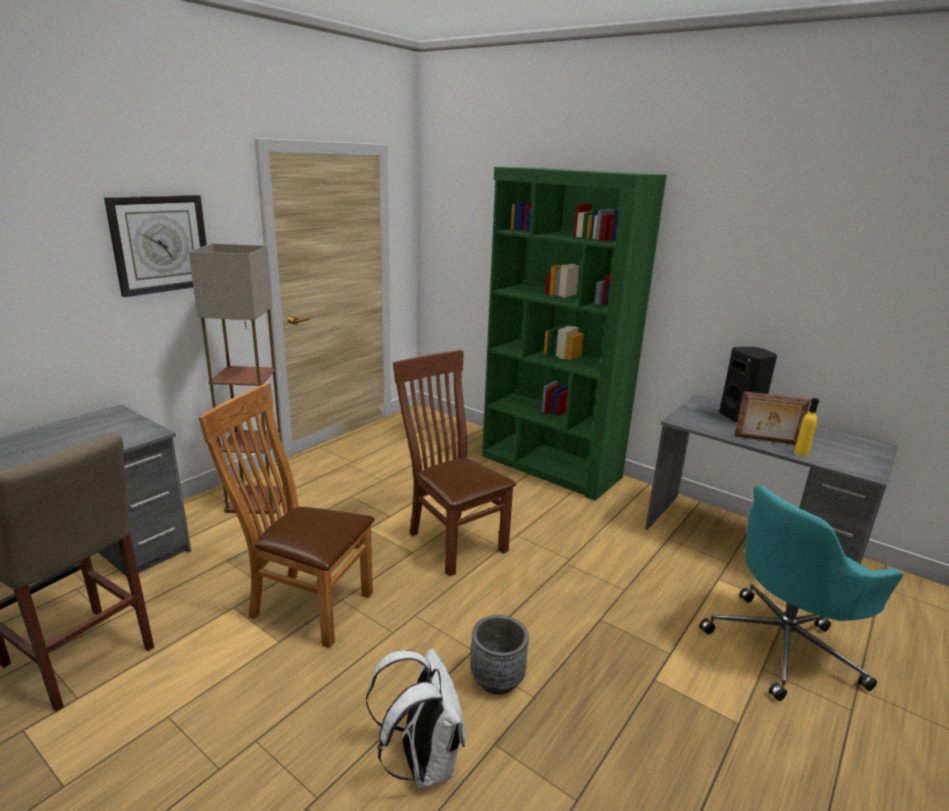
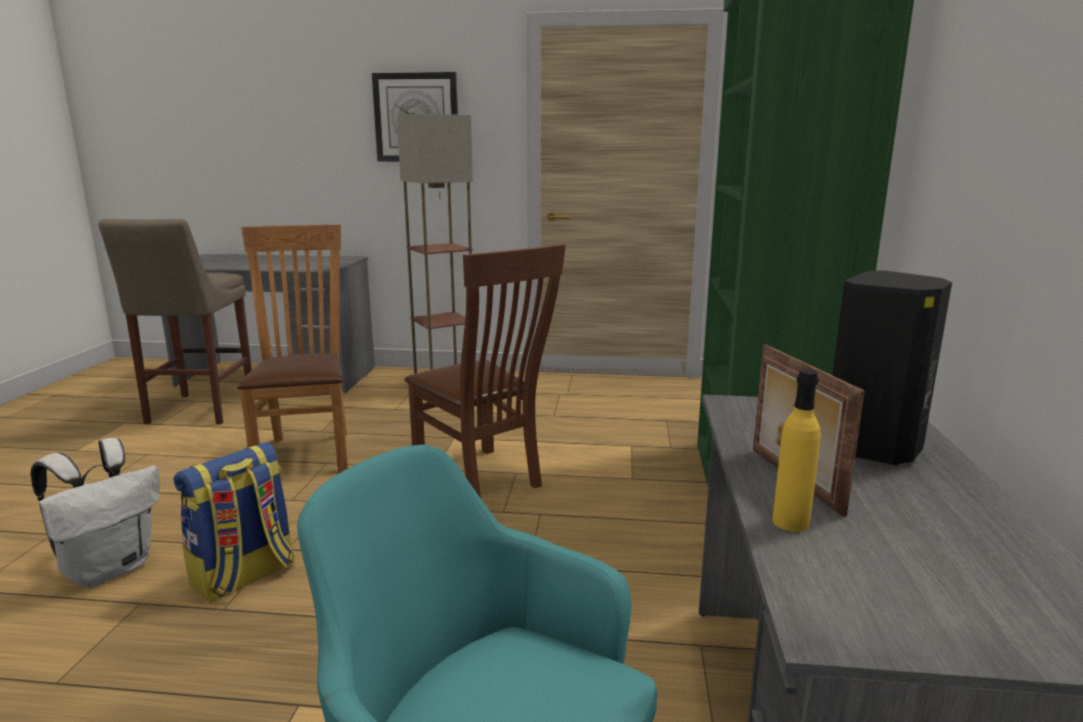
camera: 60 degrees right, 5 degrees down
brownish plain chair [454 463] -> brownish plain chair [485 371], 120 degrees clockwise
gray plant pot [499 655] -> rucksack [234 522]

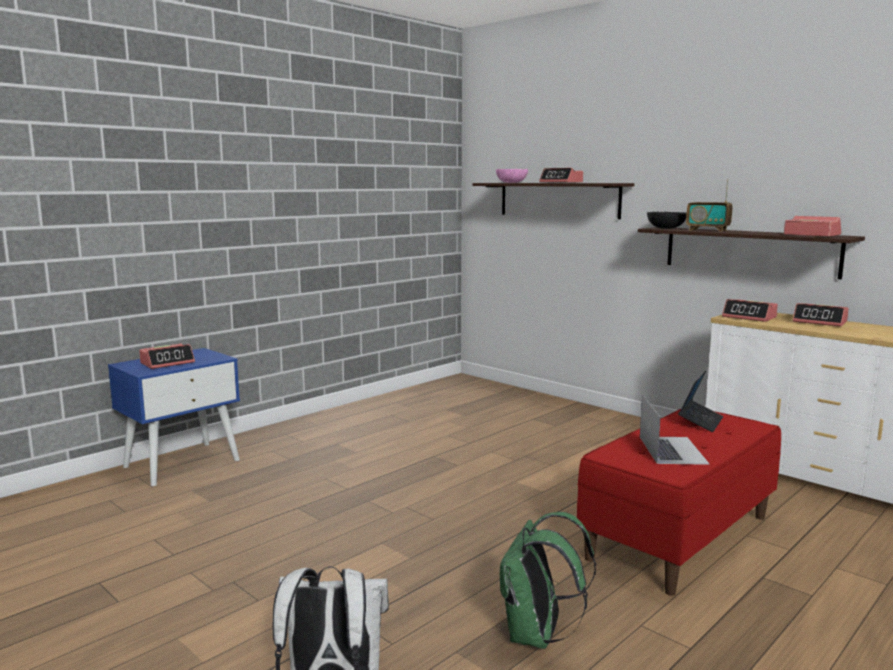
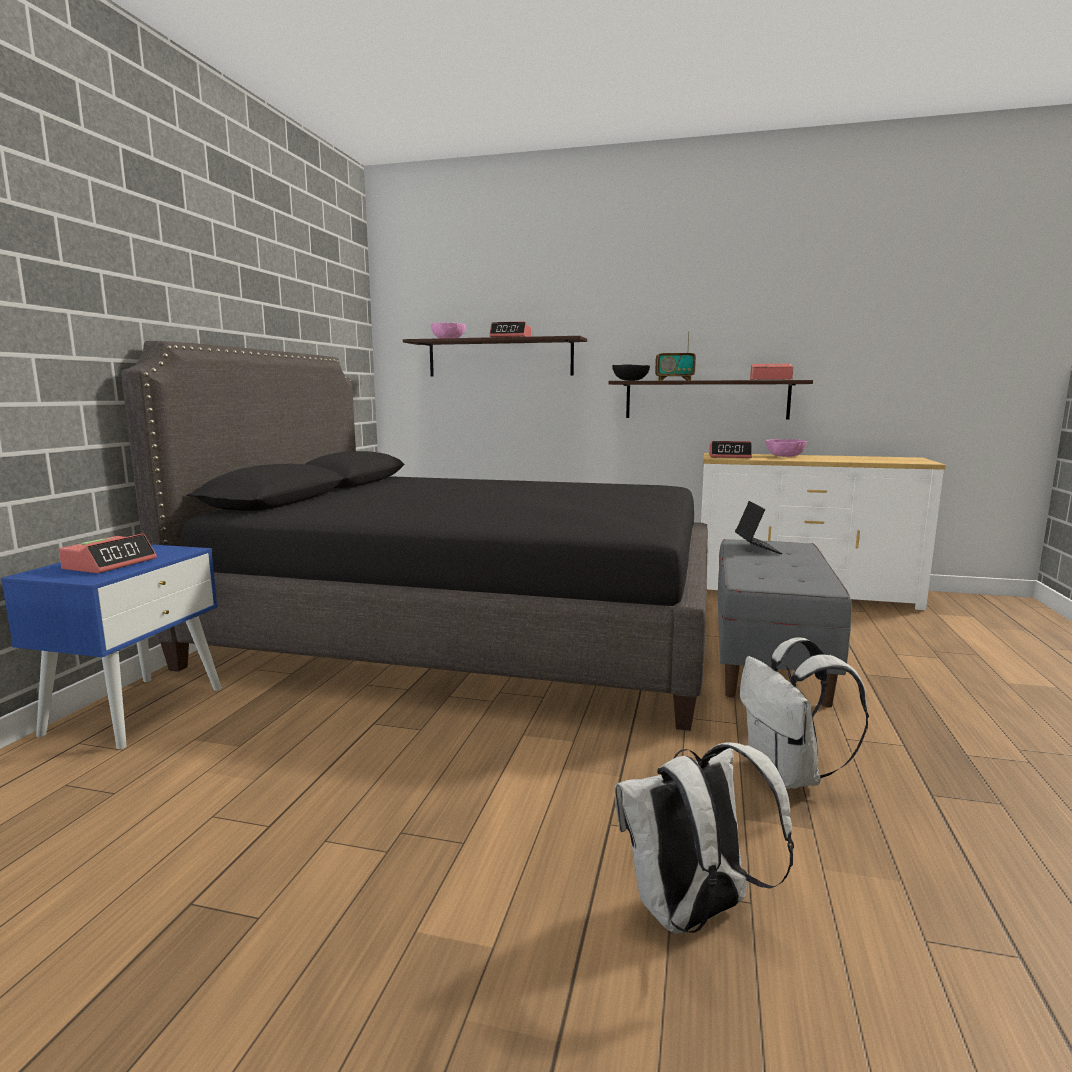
camera: 30 degrees left, 0 degrees up
green-coloured rucksack [548 580] -> white-coloured rucksack [804 713]
red indoor bench [679 502] -> gray indoor bench [785 623]
notebook computer [674 429] -> none
bedside clock [821 315] -> pinkish serving bowl [786 448]
none -> black-coloured bed [414 536]

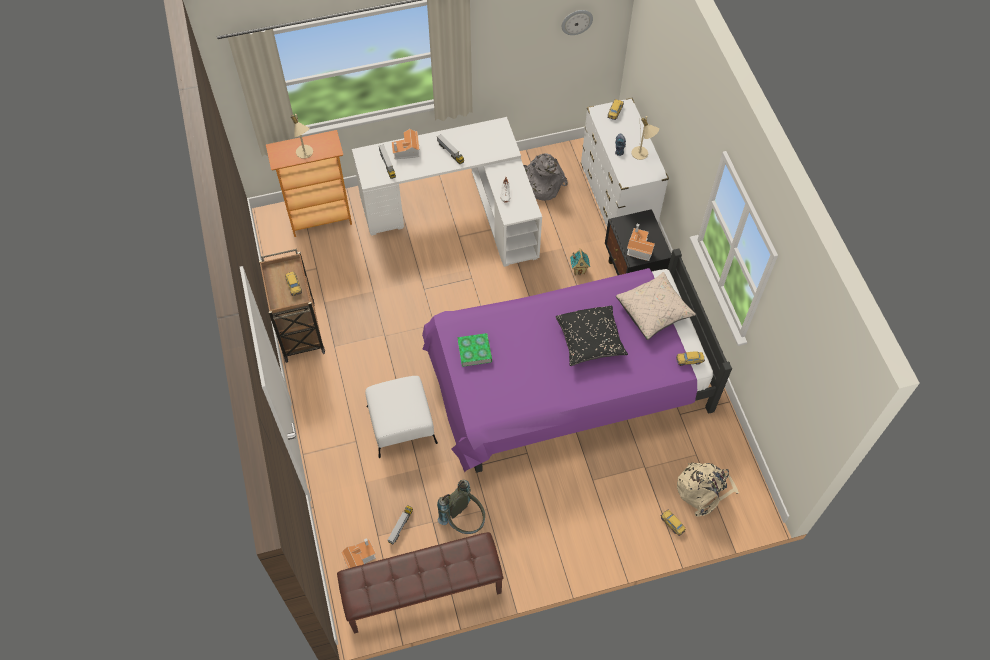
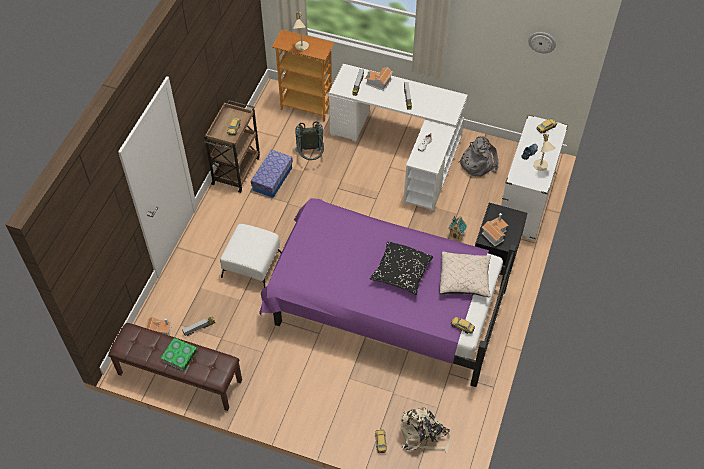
camera: 35 degrees right, 5 degrees down
gray rucksack [461 507] -> gray rucksack [309 140], shifted
bound book [475 350] -> bound book [179 354], shifted
none -> storage box [272 174]

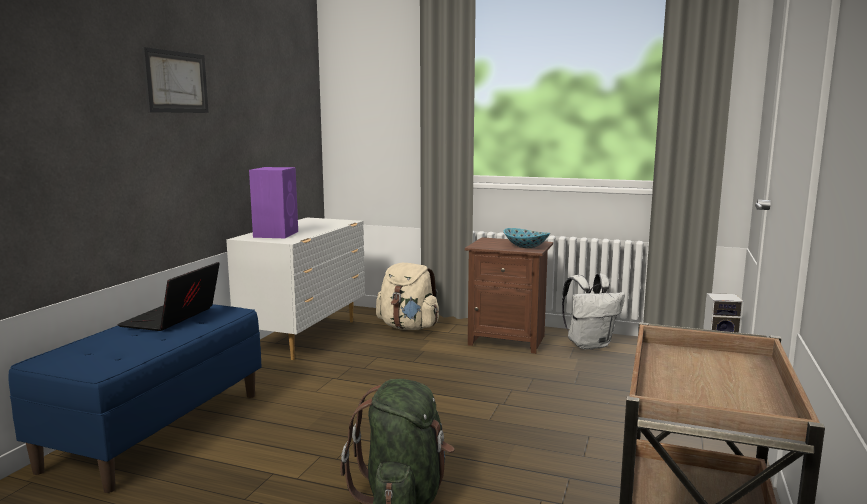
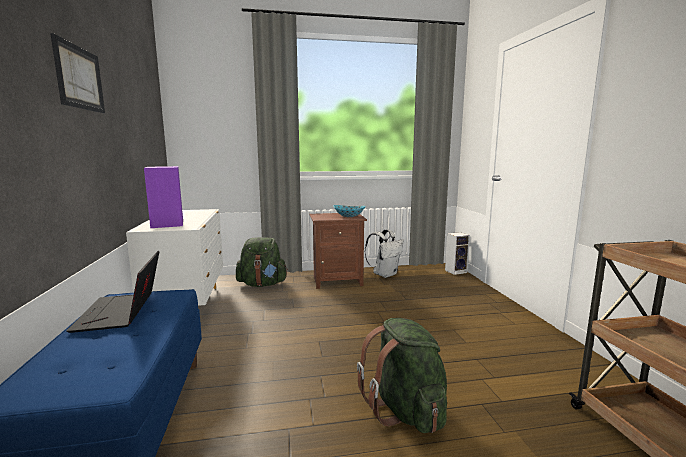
camera: 30 degrees left, 0 degrees up
beige rucksack [407 296] -> green-coloured rucksack [262 262]

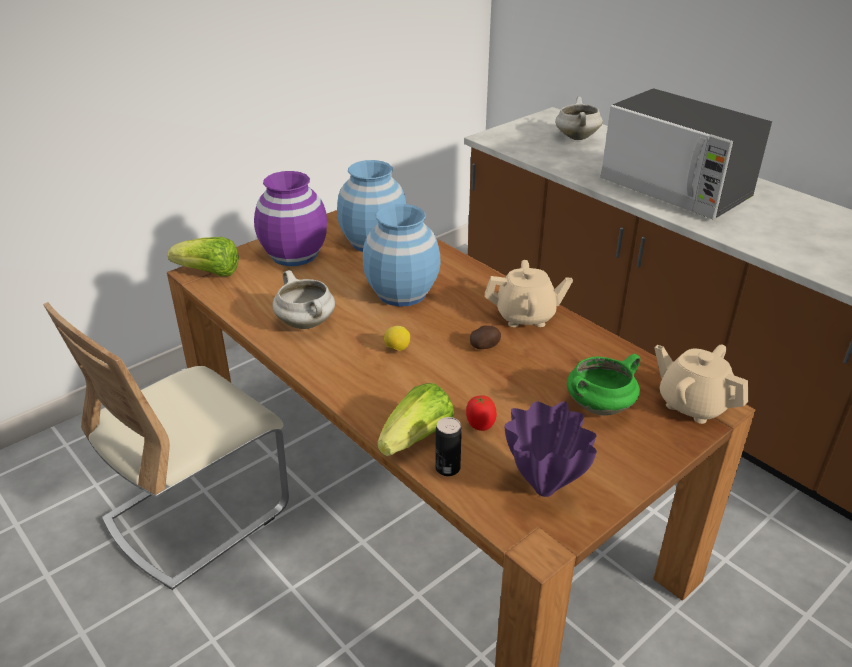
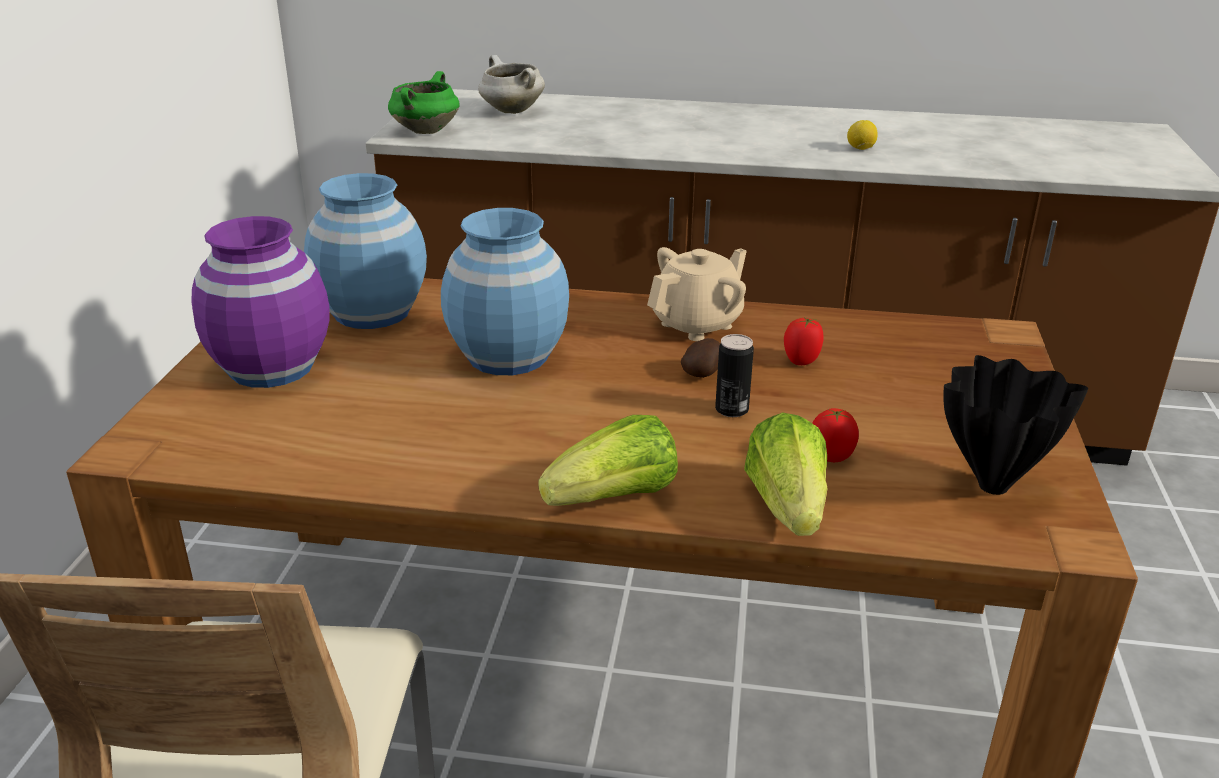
camera: 40 degrees left, 5 degrees down
head of lettuce [203 256] -> head of lettuce [608 460], shifted
white-coloured cooking pot [304 299] -> none
whole lemon [397 338] -> whole lemon [862 135], shifted
sealed can [448 446] -> sealed can [734 375], shifted
purplish decorative vase [550 449] -> black-coloured decorative vase [1016 425]
green-coloured cooking pot [604 385] -> green-coloured cooking pot [424 102], shifted
microwave [686 153] -> none
beige tea pot [701 384] -> none
none -> whole tomato [804 341]

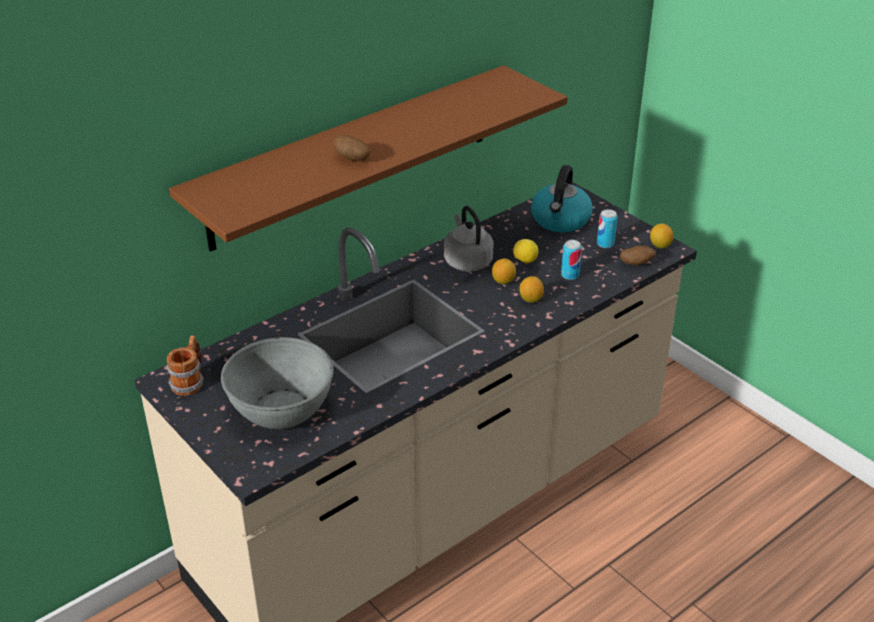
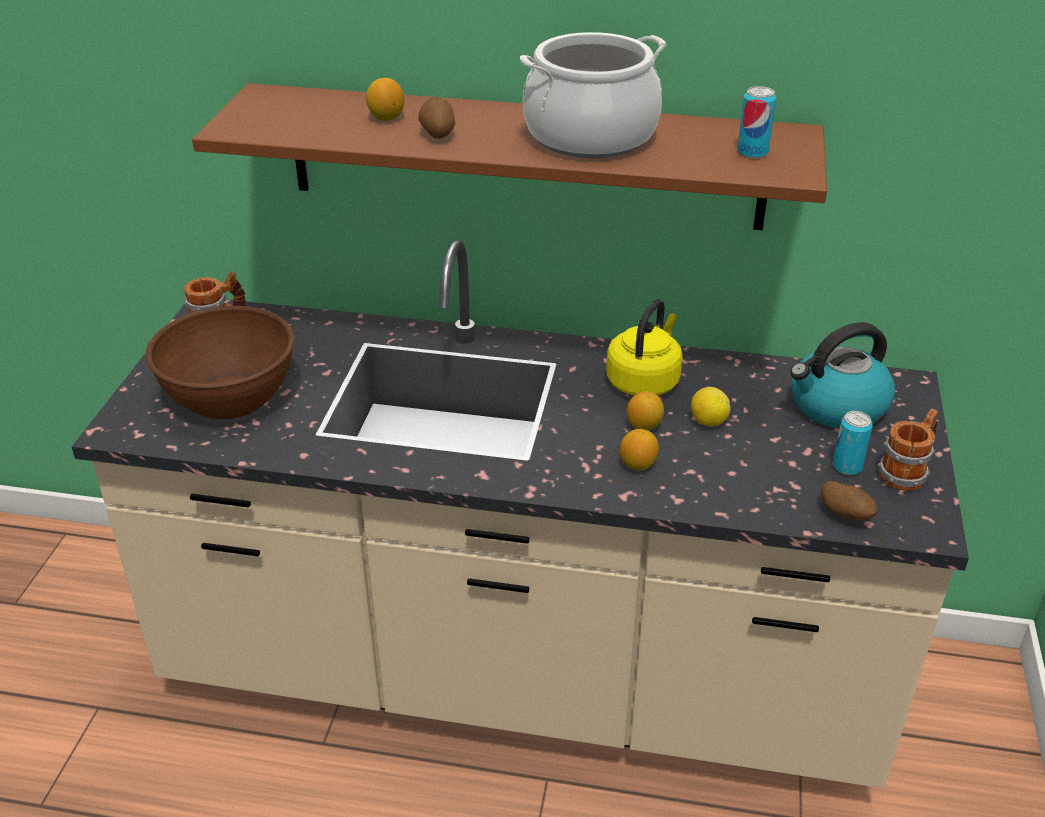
camera: 50 degrees right, 0 degrees up
gray serving bowl [277 383] -> brownish serving bowl [220 362]
gray water kettle [469 239] -> yellow-coloured water kettle [644 347]
sealed can [571 260] -> sealed can [757 122], shifted
whole lemon [661 236] -> whole lemon [385 99], shifted
none -> cooking pot [593 95]
none -> mug [908 450]

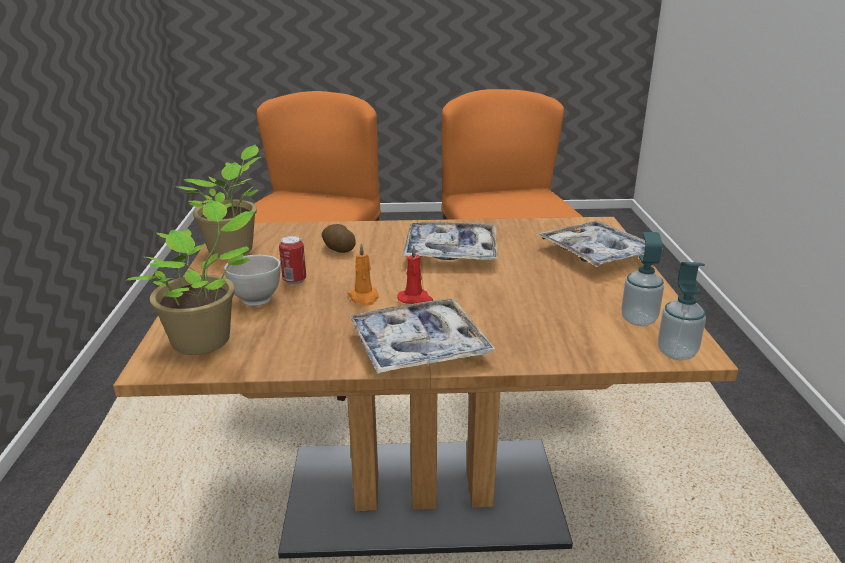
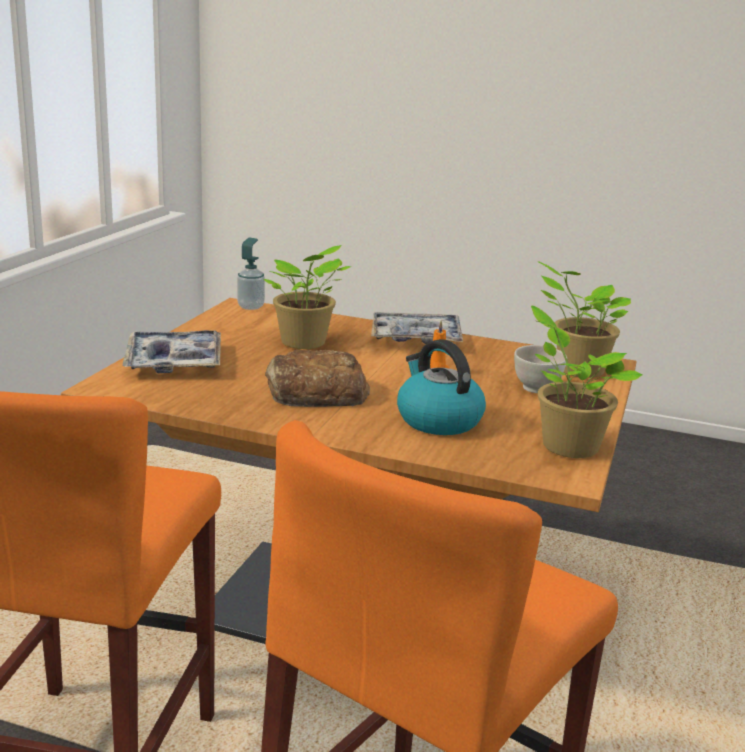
camera: 160 degrees left, 5 degrees down
sealed can [292 260] -> none
spud [339 238] -> water kettle [441 387]
red wax light [415 274] -> none
tray [449 241] -> bakery bread [317 378]
soap dispenser [642 279] -> none
none -> potted plant [307 297]

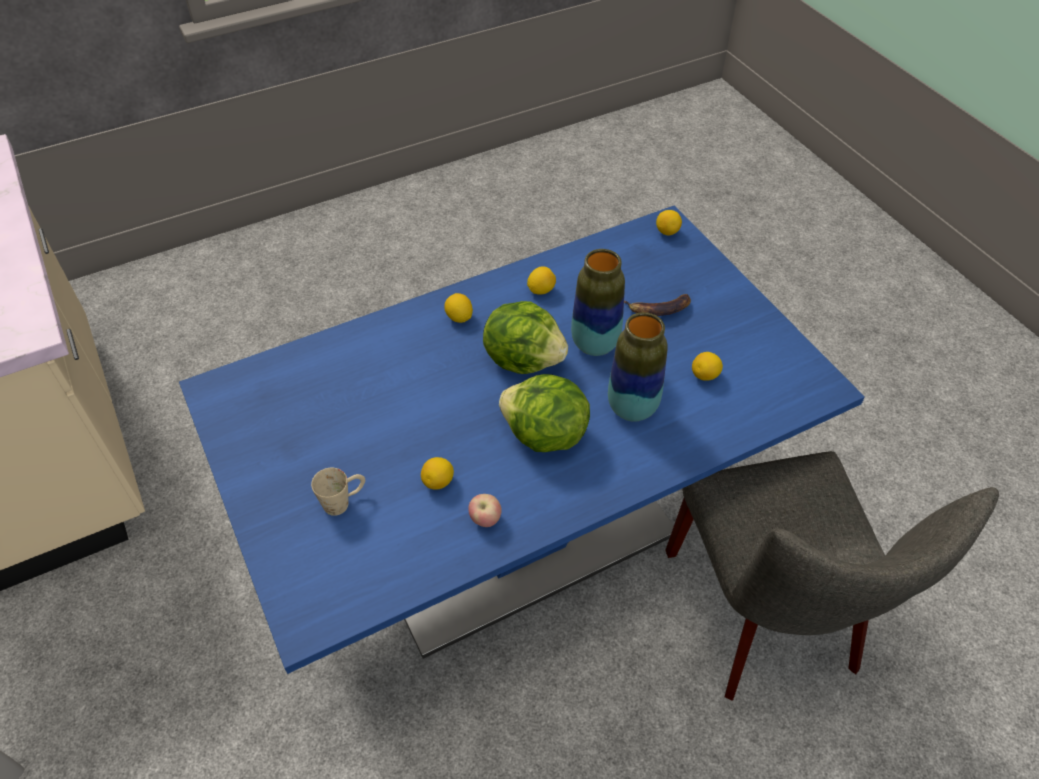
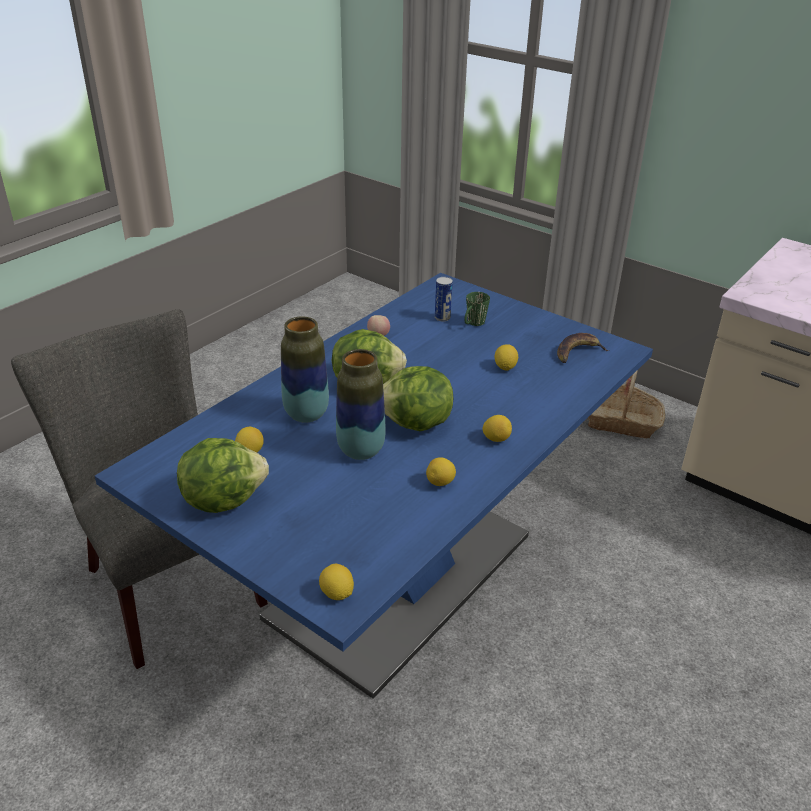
camera: 155 degrees right, 15 degrees down
beige mug [338 492] -> green-coloured mug [477 309]
whole lemon [437 473] -> whole lemon [506 357], shifted
whole banana [657 305] -> whole banana [583 348], shifted
none -> head of lettuce [223 475]
none -> sealed can [444 299]
none -> basket [626 404]

